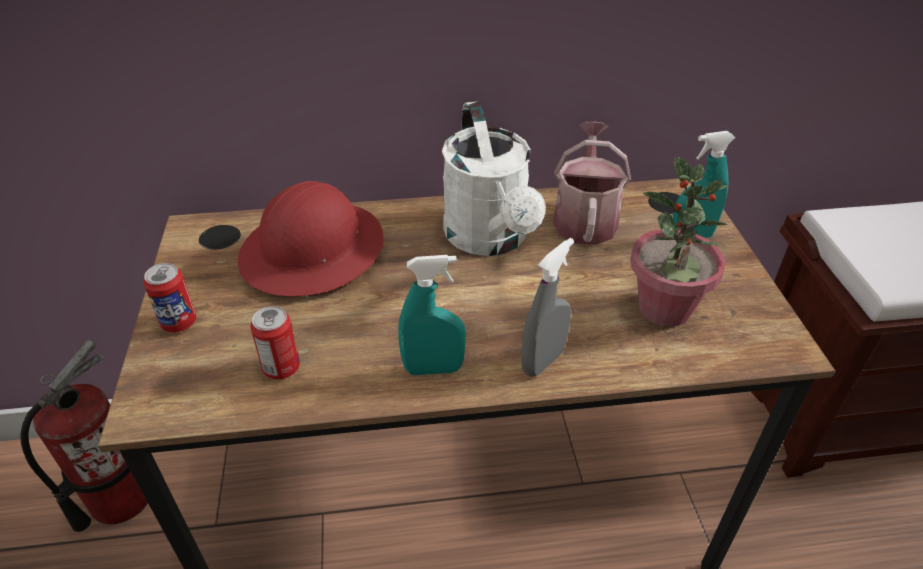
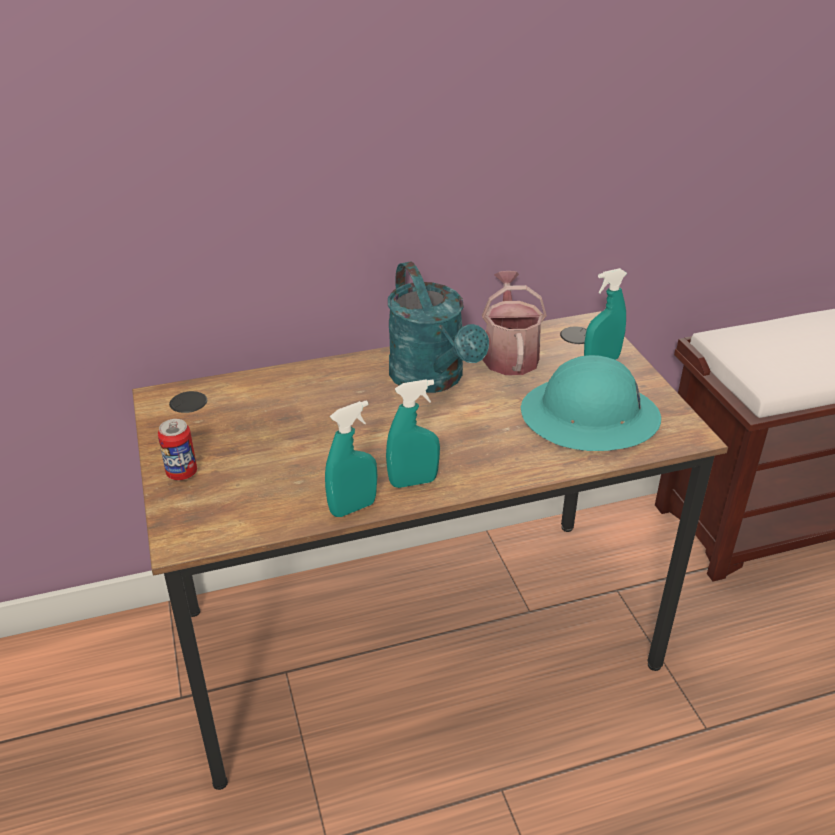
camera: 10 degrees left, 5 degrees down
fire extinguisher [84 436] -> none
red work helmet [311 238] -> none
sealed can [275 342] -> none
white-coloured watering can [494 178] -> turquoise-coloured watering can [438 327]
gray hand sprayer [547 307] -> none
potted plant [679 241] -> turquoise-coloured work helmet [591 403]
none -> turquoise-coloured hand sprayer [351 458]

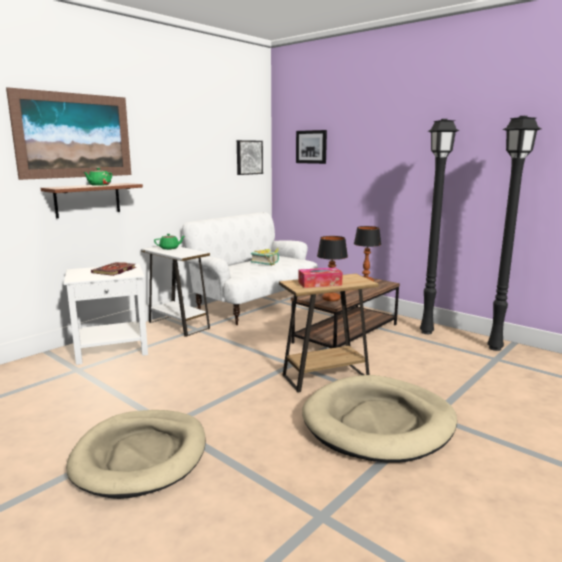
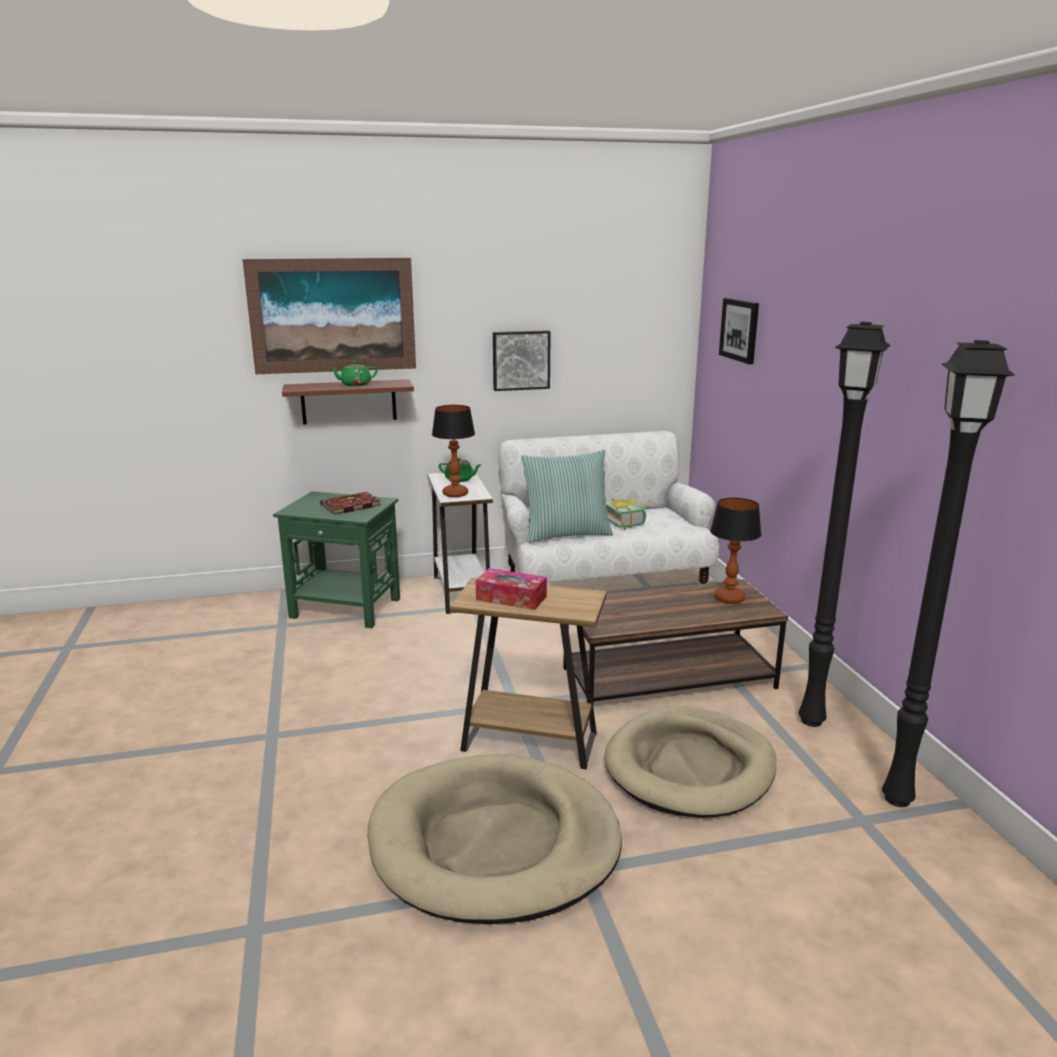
camera: 35 degrees right, 5 degrees up
white-coloured end table [105 314] -> green-coloured end table [336 559]
beige pet bed [136 454] -> beige pet bed [690 762], shifted
picture [250 157] -> picture [522 360], shifted
tabletop lamp [332 268] -> tabletop lamp [453 451], shifted
none -> pillow [567 496]

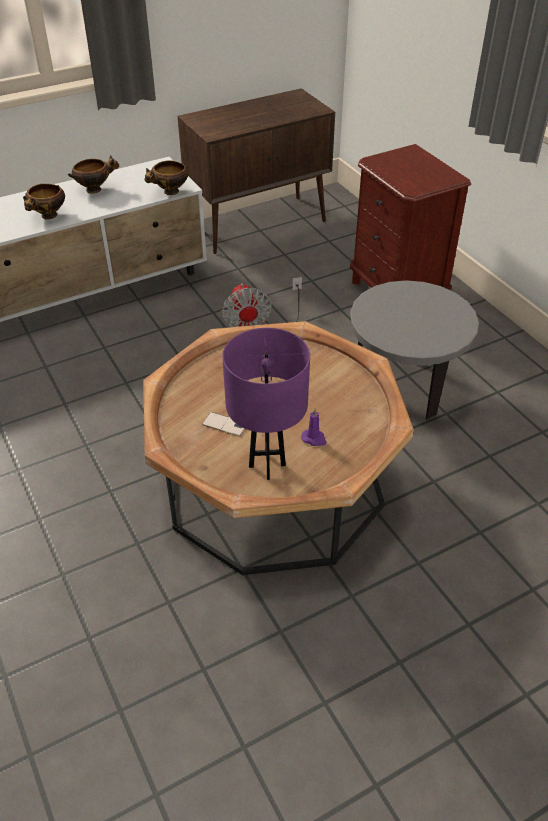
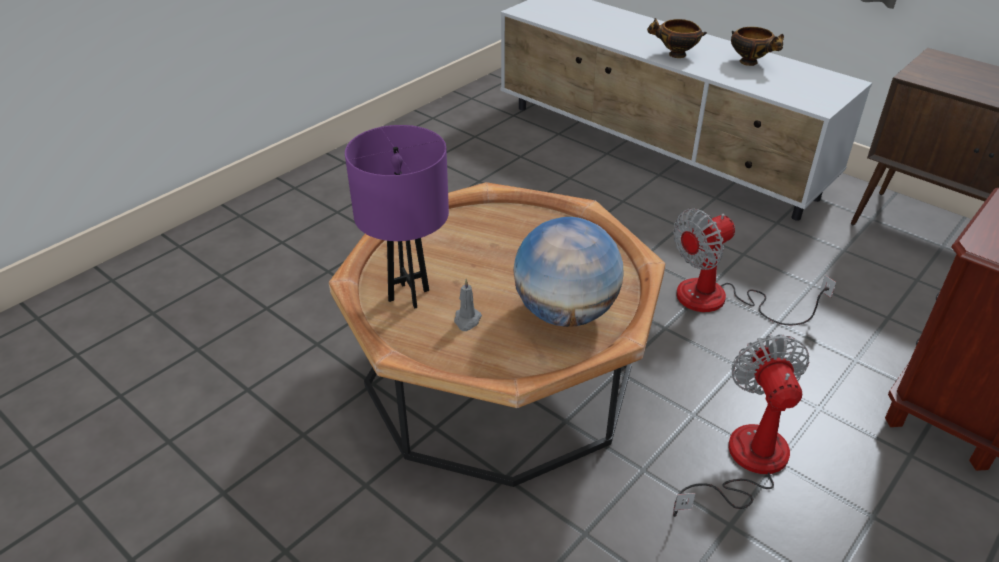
camera: 70 degrees right, 5 degrees down
serving bowl [166 177] -> none
phone [223 424] -> none
purplish wax light [314 427] -> gray wax light [468 305]
gray end table [414 350] -> cooling fan [741 426]
none -> desk globe [568 272]

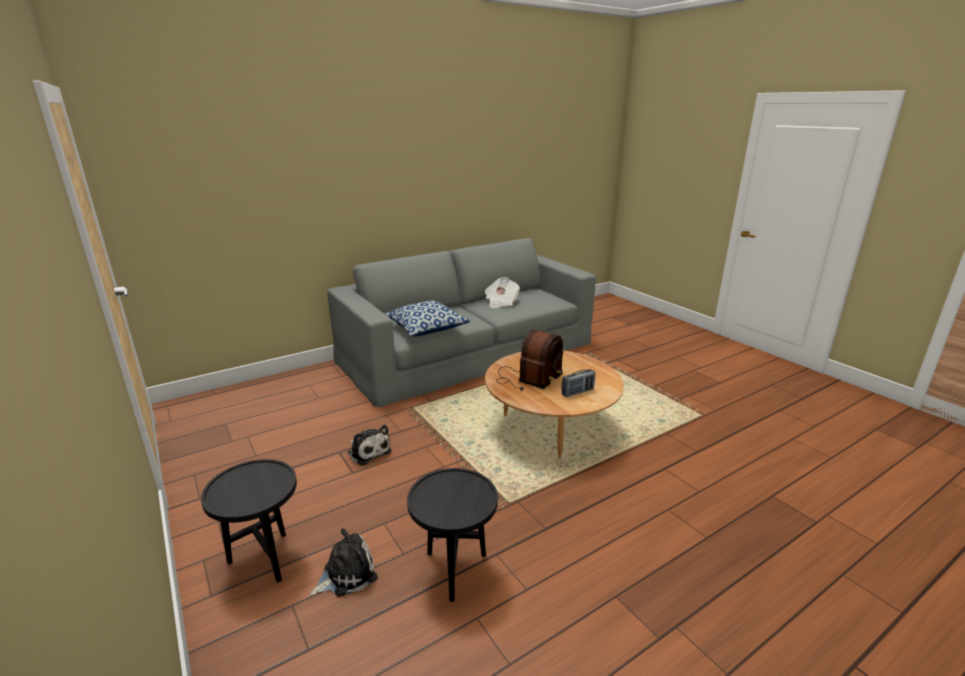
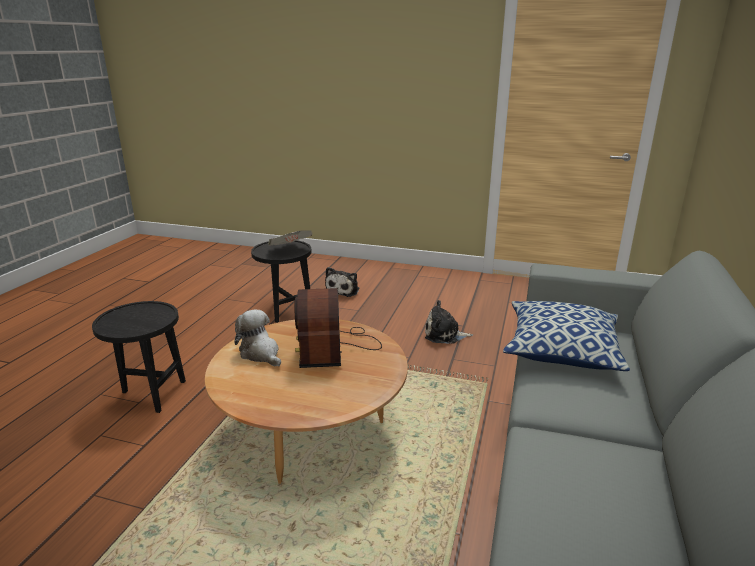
camera: 140 degrees right, 0 degrees up
black-coloured end table [249 521] -> black-coloured end table [139 357], shifted
newspaper [502 292] -> newspaper [290 238], shifted
radio receiver [579 383] -> cuddly toy [257 338]

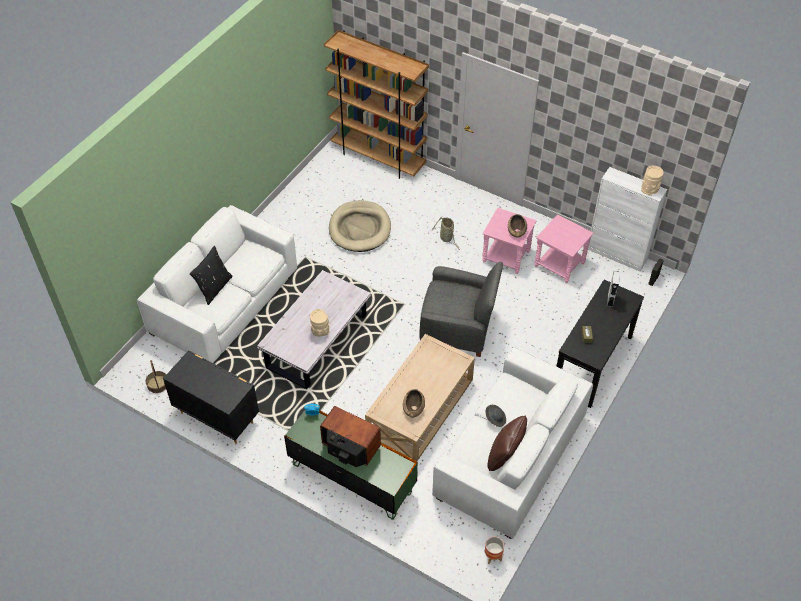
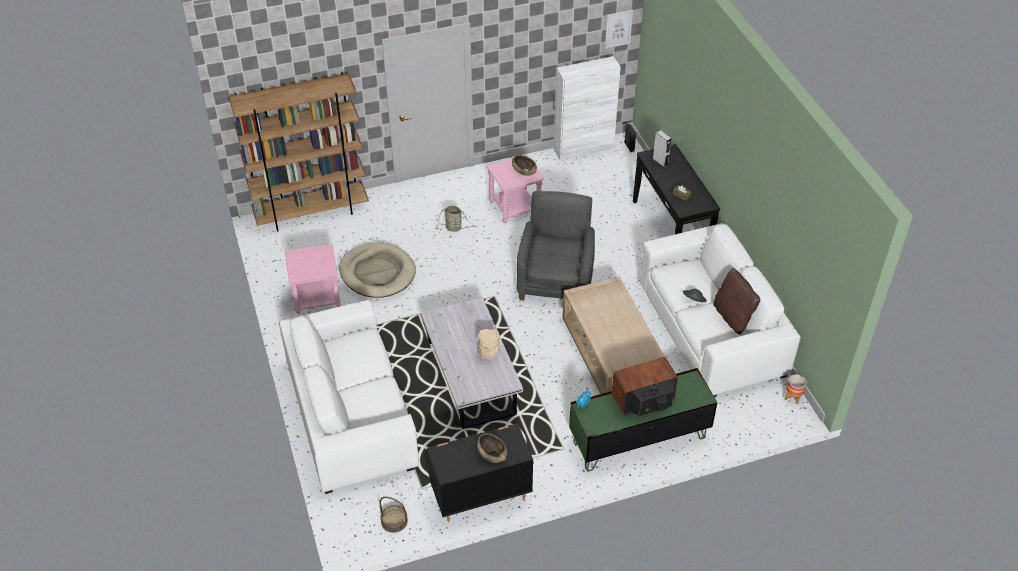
camera: 50 degrees left, 5 degrees down
black-coloured pillow [211 275] -> none
brownish serving bowl [414 403] -> brownish serving bowl [492 448], shifted
gray lounge chair [461 309] -> gray lounge chair [556 245], 45 degrees counterclockwise
pinkish end table [563 248] -> pinkish end table [313 279], shifted
beige decorative vase [652 180] -> none
none -> picture [619 29]

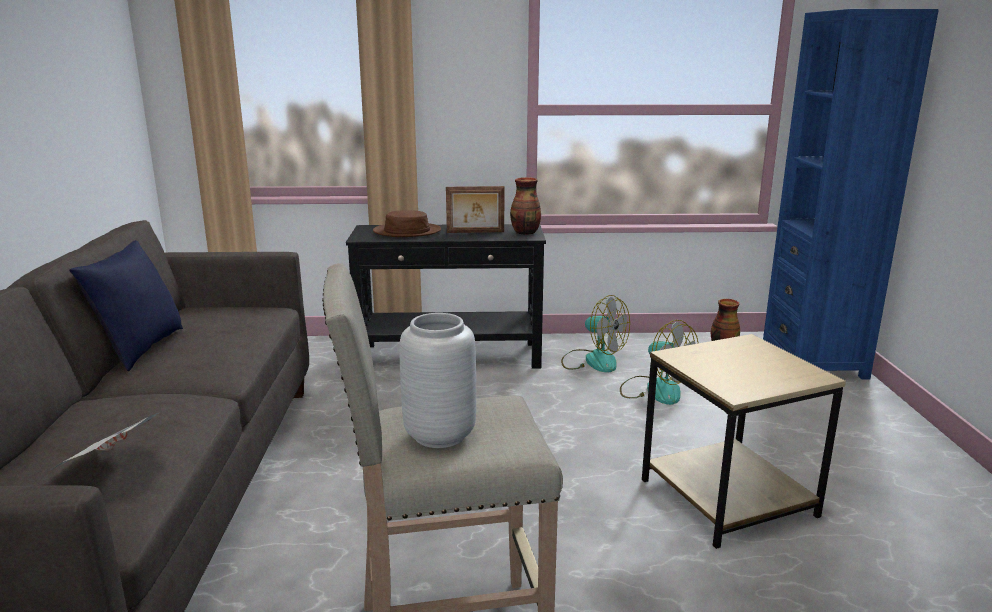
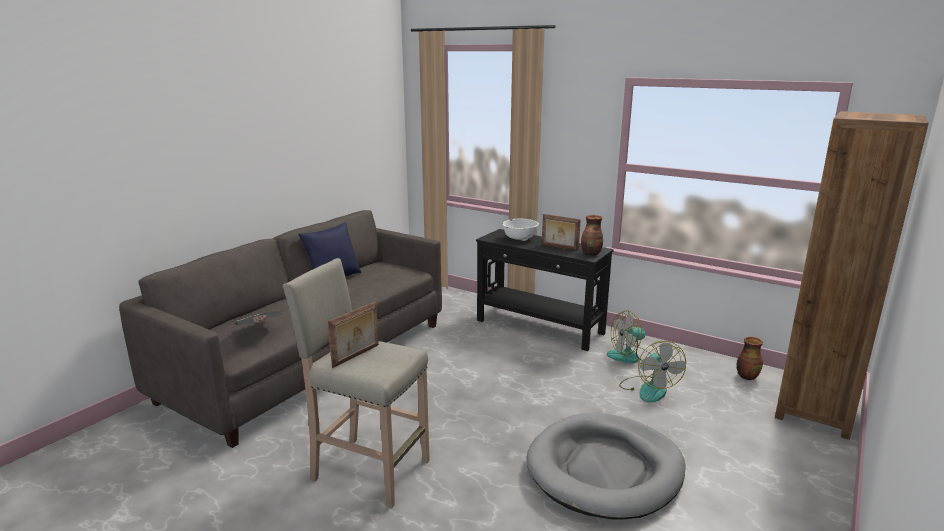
camera: 35 degrees right, 0 degrees up
brownish clothing hat [407 223] -> white-coloured serving bowl [521 230]
gray decorative vase [437 380] -> picture frame [353 334]
cooling fan [595 334] -> cooling fan [628 337], 90 degrees clockwise
beige end table [744 441] -> gray pet bed [606 466]
blue bookcase [851 194] -> brownish bookcase [851 275]

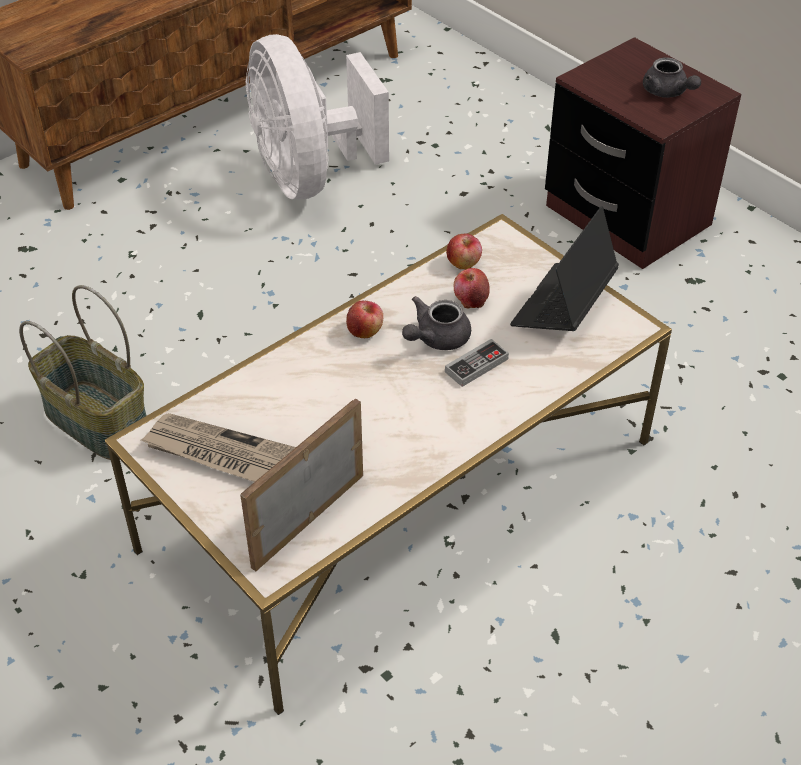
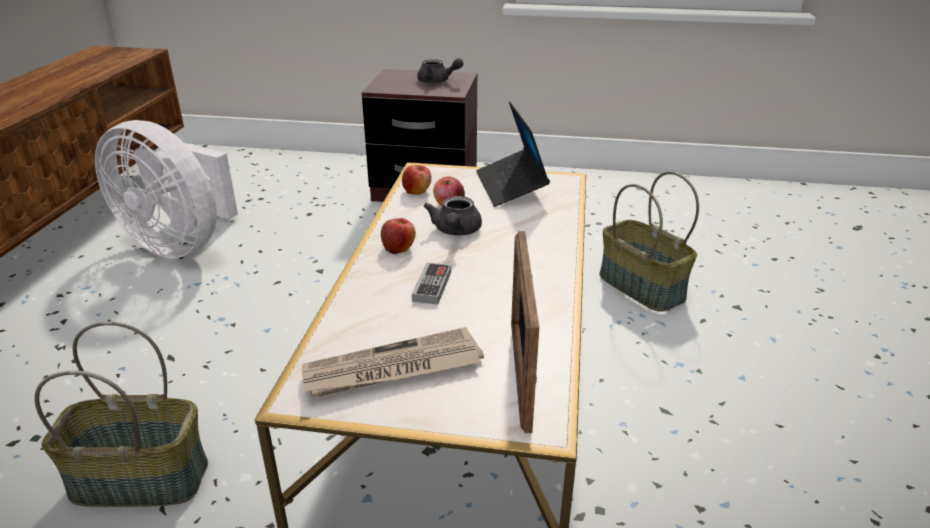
camera: 40 degrees left, 15 degrees down
game controller [477 363] -> game controller [431 283], shifted
none -> basket [649 242]

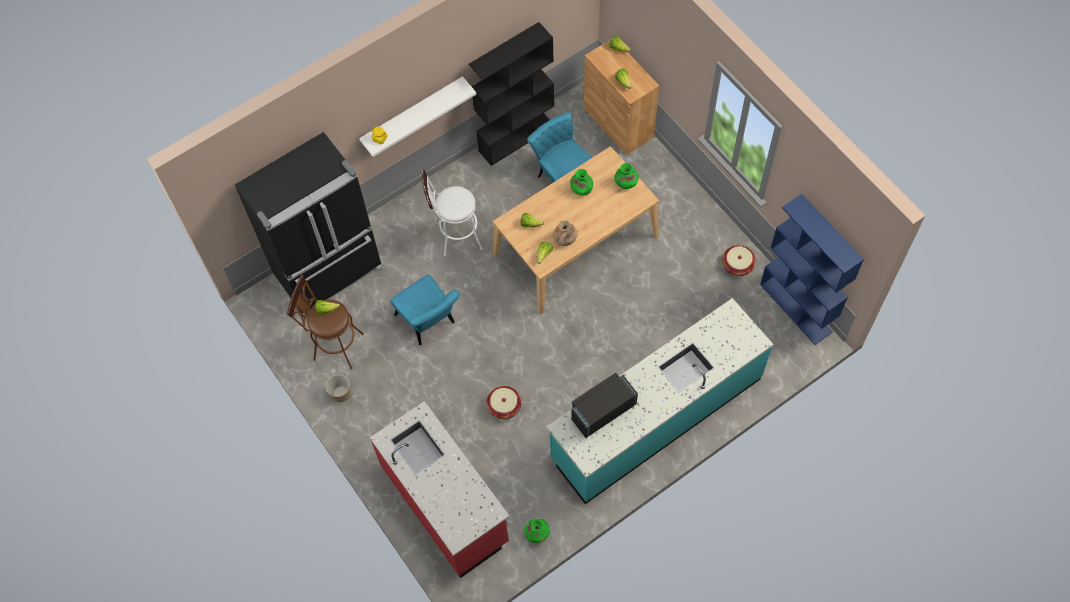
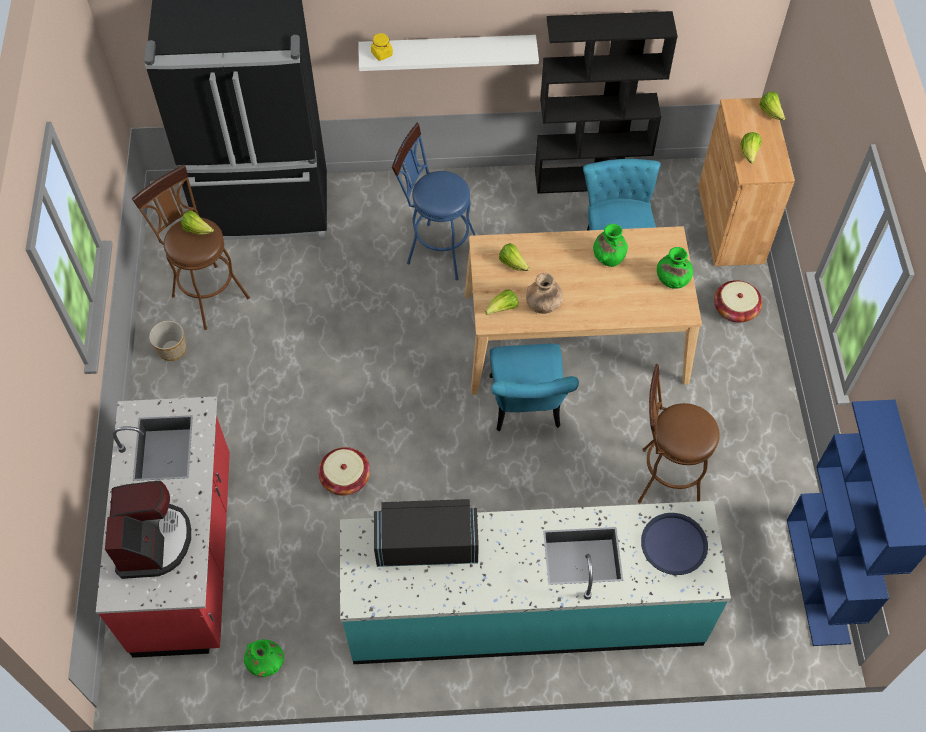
camera: 30 degrees right, 5 degrees down
turquoise-coloured plain chair [424 310] -> turquoise-coloured plain chair [534 387], shifted
white-coloured sitting stool [452 212] -> blue sitting stool [433 201]
basket [739 260] -> basket [738 301], shifted
none -> coffee brewer [148 530]
none -> brownish sitting stool [679 433]
none -> blue tray [674 544]

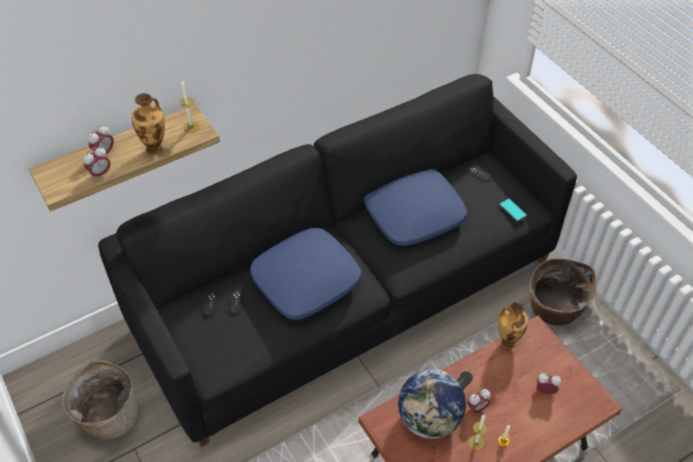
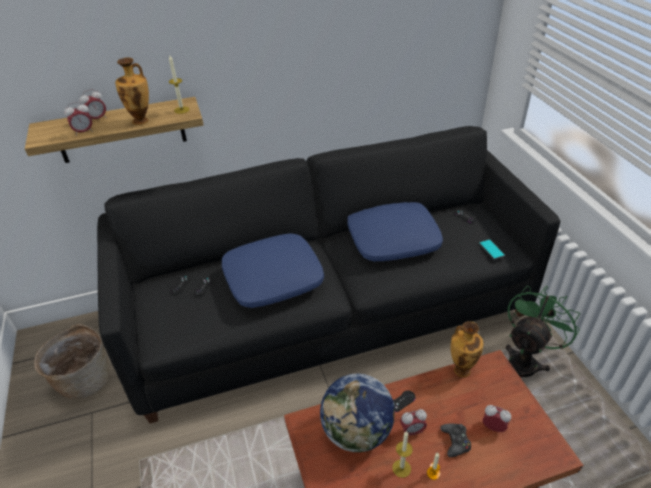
camera: 15 degrees right, 10 degrees down
basket [563 292] -> green-coloured cooling fan [542 332]
none -> black-coloured game controller [455 440]

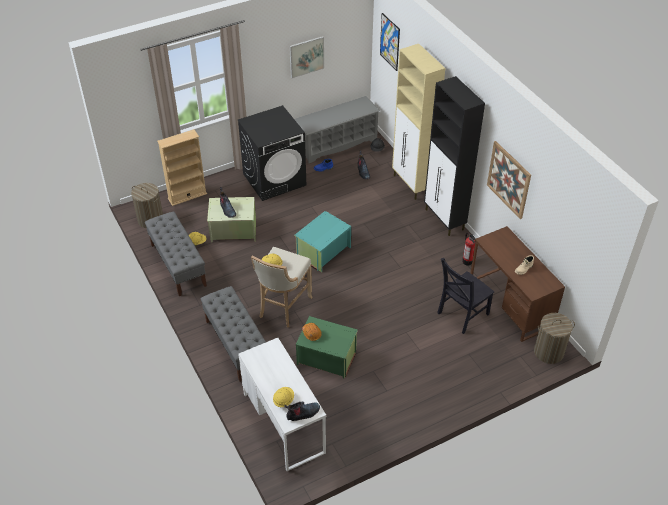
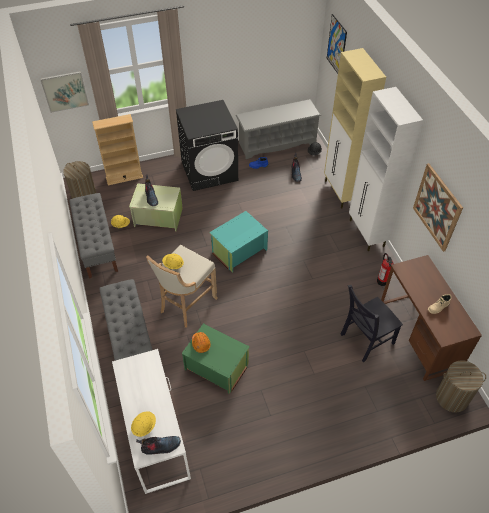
camera: 10 degrees right, 5 degrees up
picture [307 57] -> picture [64 92], shifted
black-coloured cabinet [454 156] -> white-coloured cabinet [386 169]

